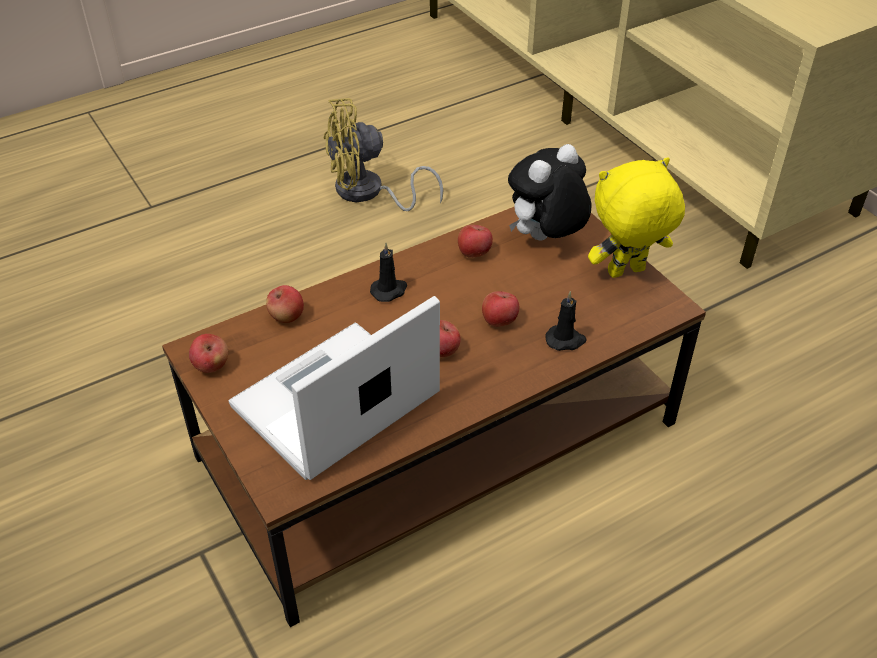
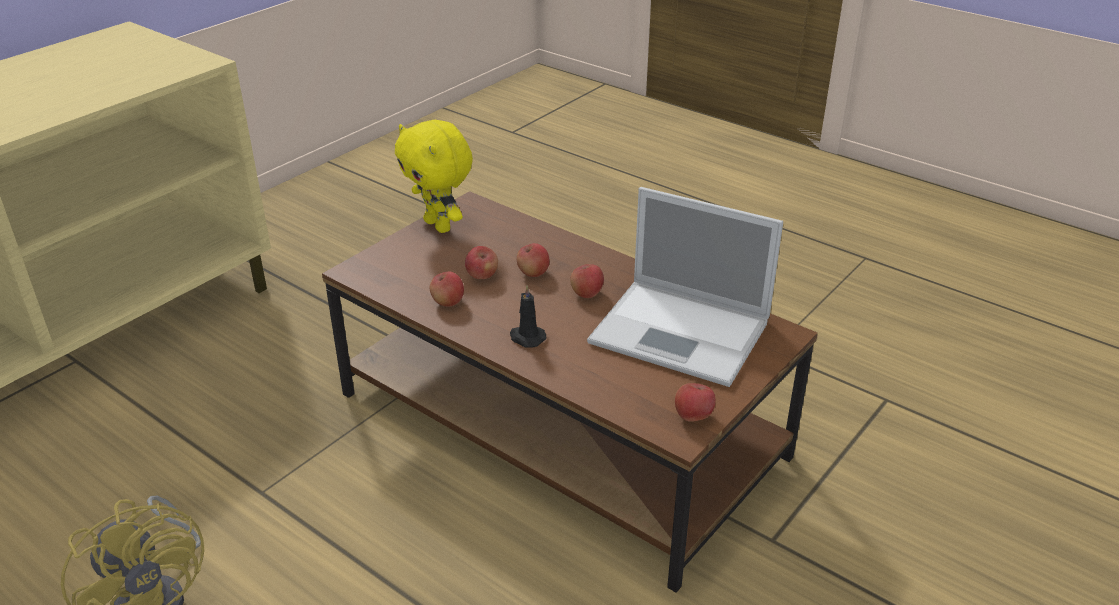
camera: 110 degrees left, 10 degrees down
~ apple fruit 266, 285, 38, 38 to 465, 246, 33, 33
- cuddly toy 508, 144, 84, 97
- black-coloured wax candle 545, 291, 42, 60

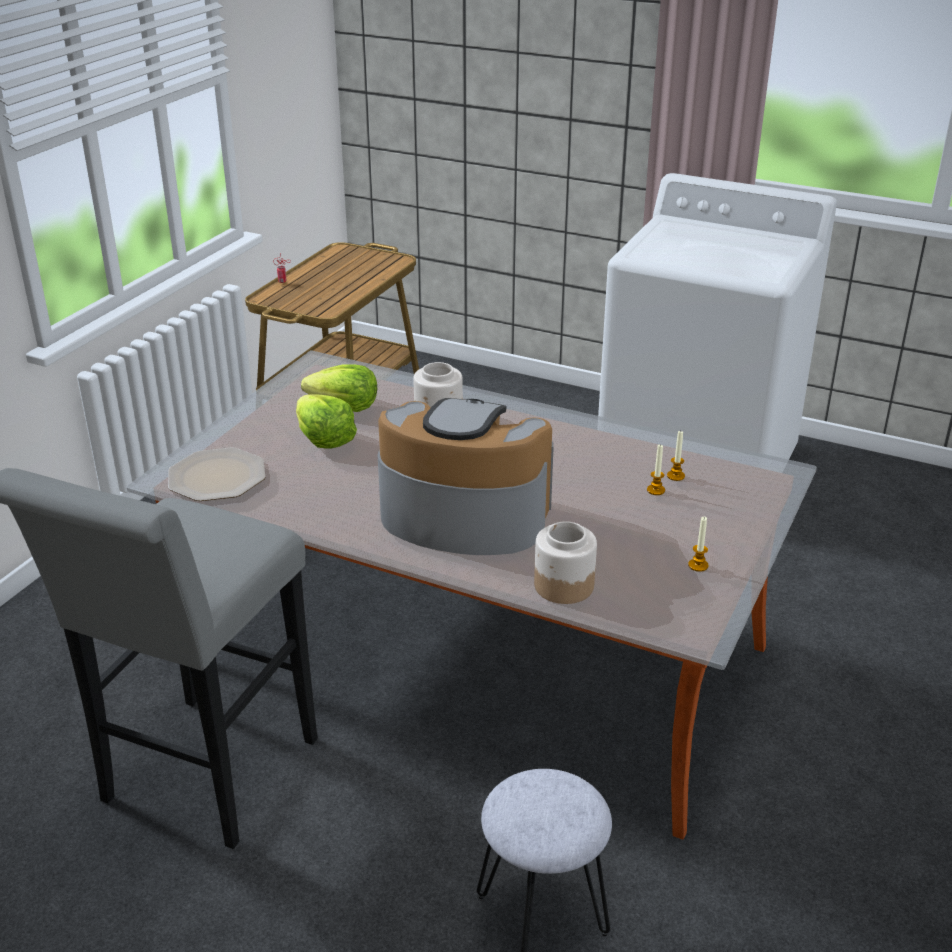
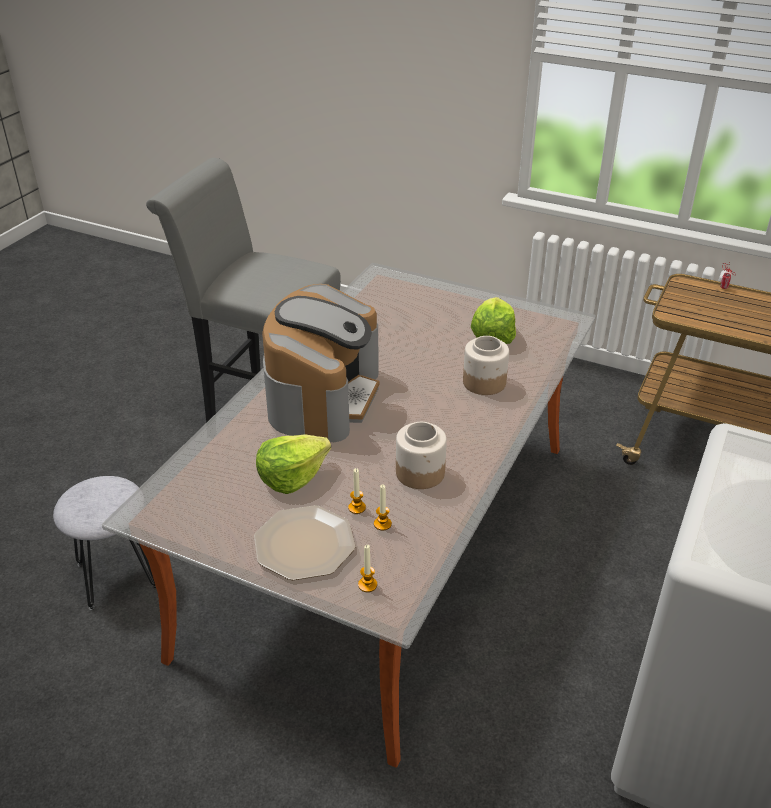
camera: 90 degrees right, 5 degrees up
~ plate 168, 447, 97, 54 to 254, 505, 101, 75
~ lettuce head 296, 394, 61, 54 to 256, 434, 75, 60
~ storage jar 534, 521, 63, 83 to 396, 422, 51, 67
~ wax candle 688, 516, 21, 56 to 358, 545, 19, 47

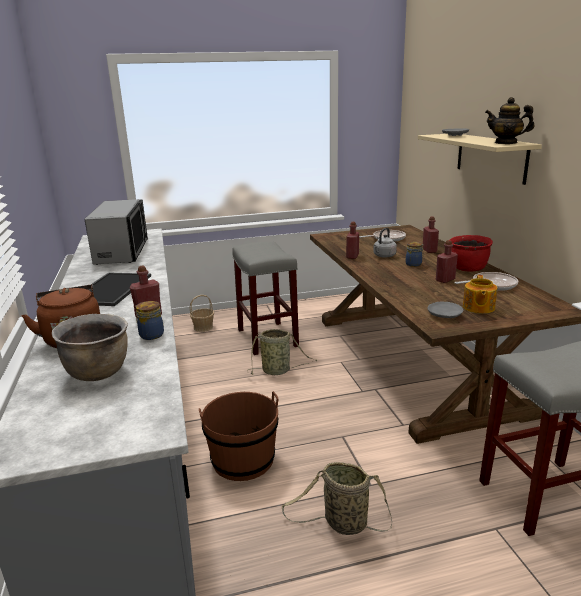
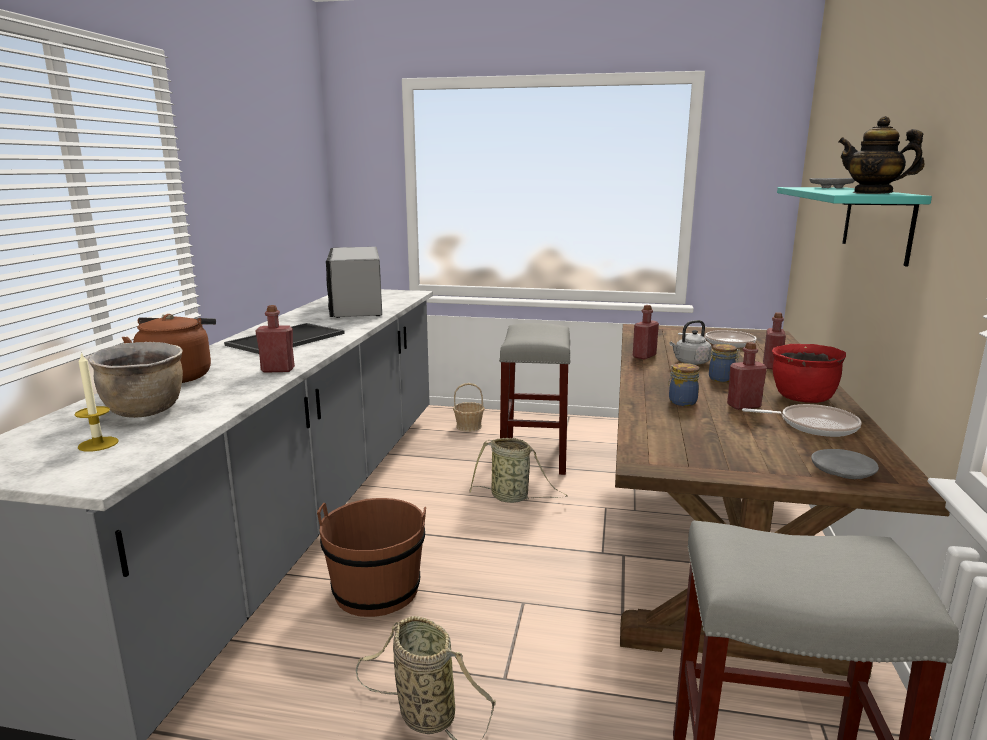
camera: 25 degrees right, 5 degrees down
~ kitchen microwave 85, 199, 63, 66 = 326, 247, 56, 71 150 degrees clockwise
~ storage jar 135, 301, 29, 39 to 668, 363, 31, 43
~ sand-coloured shelf 418, 134, 124, 51 to turquoise-coloured shelf 777, 187, 155, 79
~ grey plate 427, 302, 36, 16 to 811, 449, 68, 30
- pot for tea 463, 275, 34, 39
+ wax candle 74, 352, 45, 100

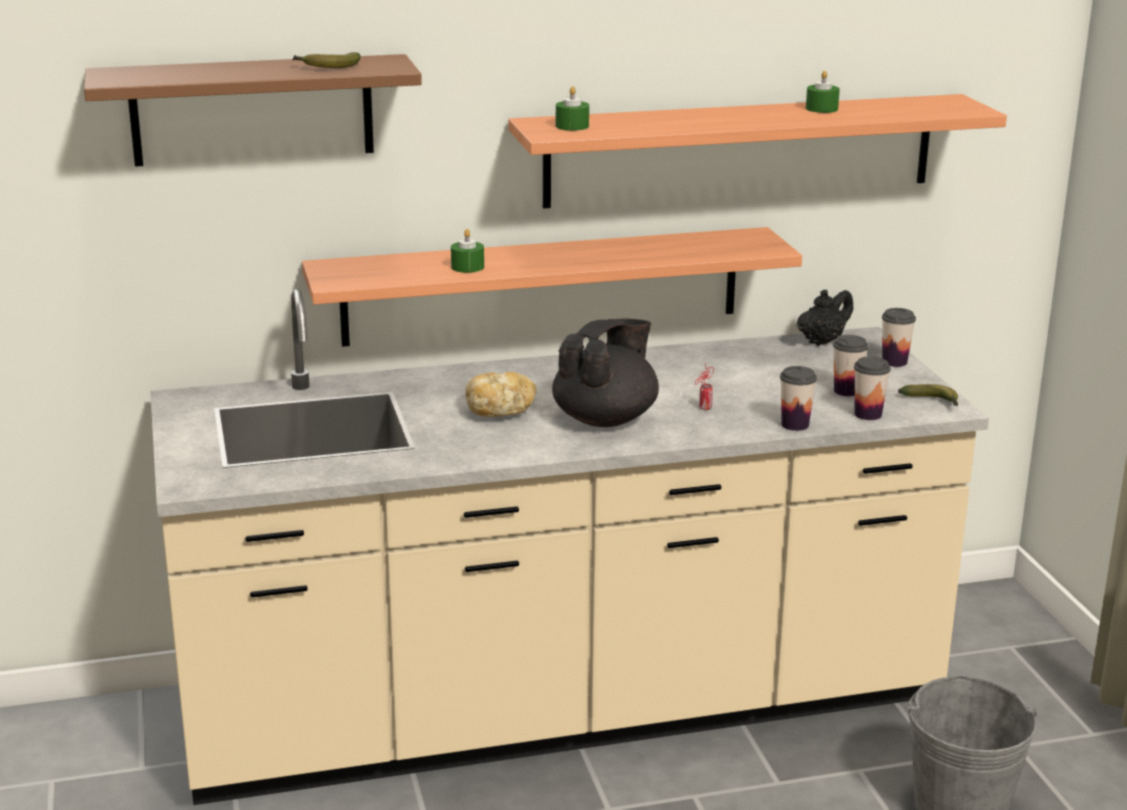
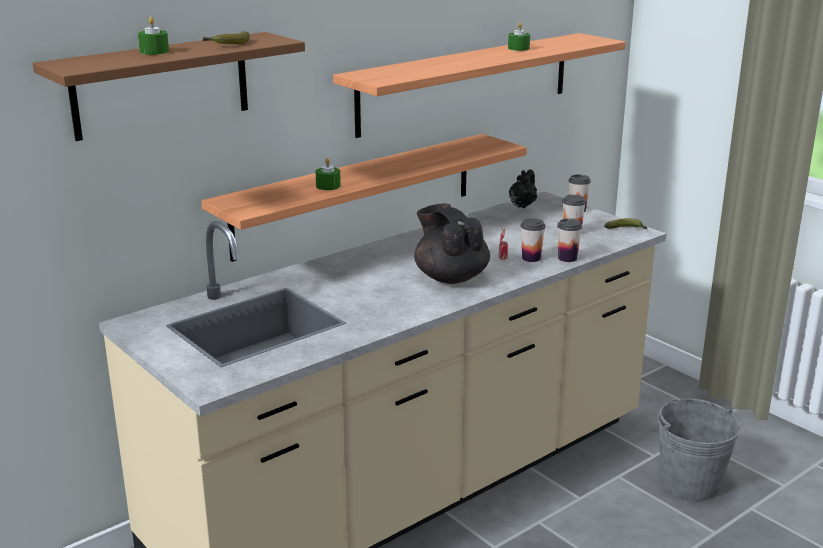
camera: 25 degrees left, 0 degrees up
- baked bread 465, 372, 72, 45
~ black-coloured pot for tea 552, 319, 107, 108 = 414, 203, 76, 81 45 degrees counterclockwise
~ greenish wax candle 556, 86, 33, 45 to 138, 17, 31, 38
~ cup 854, 356, 37, 64 to 521, 218, 25, 44

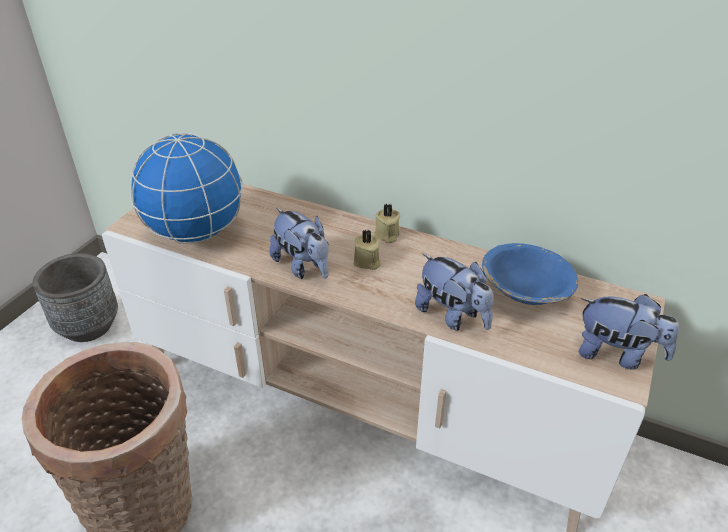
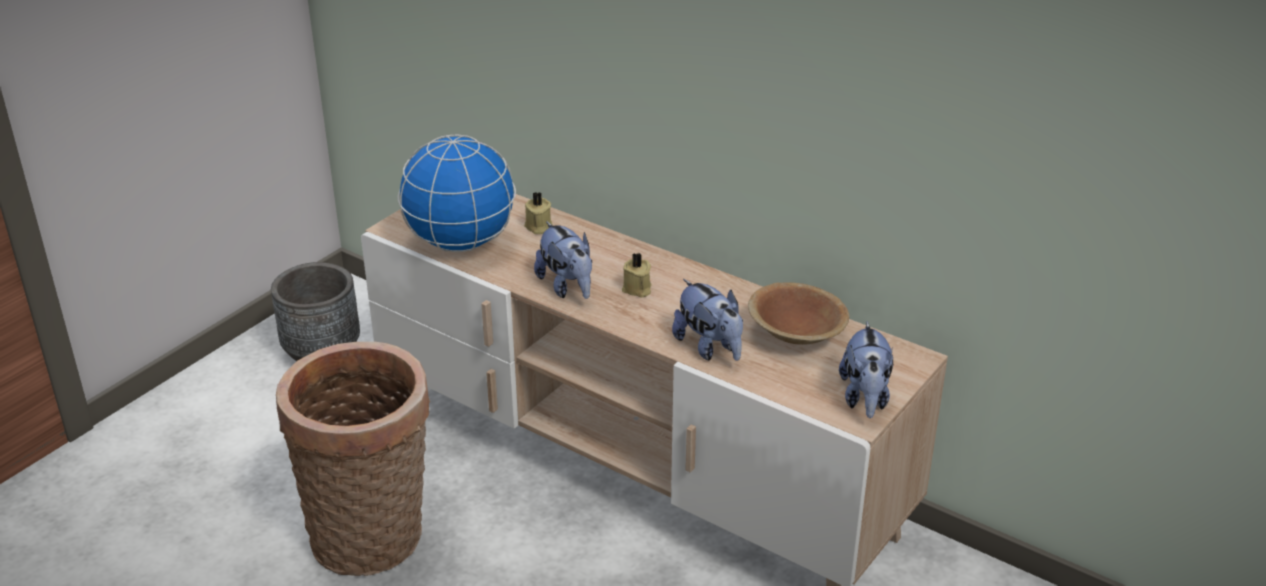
camera: 10 degrees right, 5 degrees down
~ sand-coloured wax candle 374, 204, 27, 39 to 524, 192, 29, 42
~ blue deep dish 482, 243, 96, 62 to brownish deep dish 748, 282, 101, 63
~ cuddly toy 579, 294, 100, 76 = 839, 321, 54, 97 60 degrees clockwise

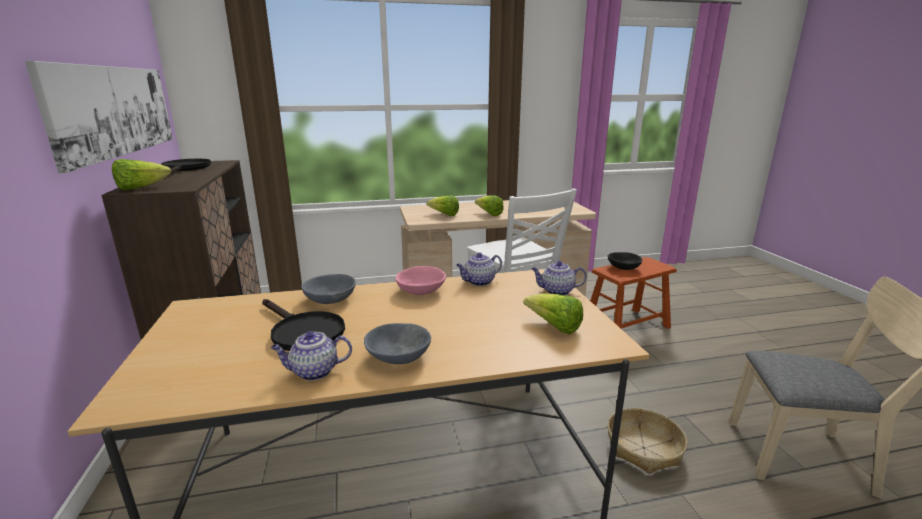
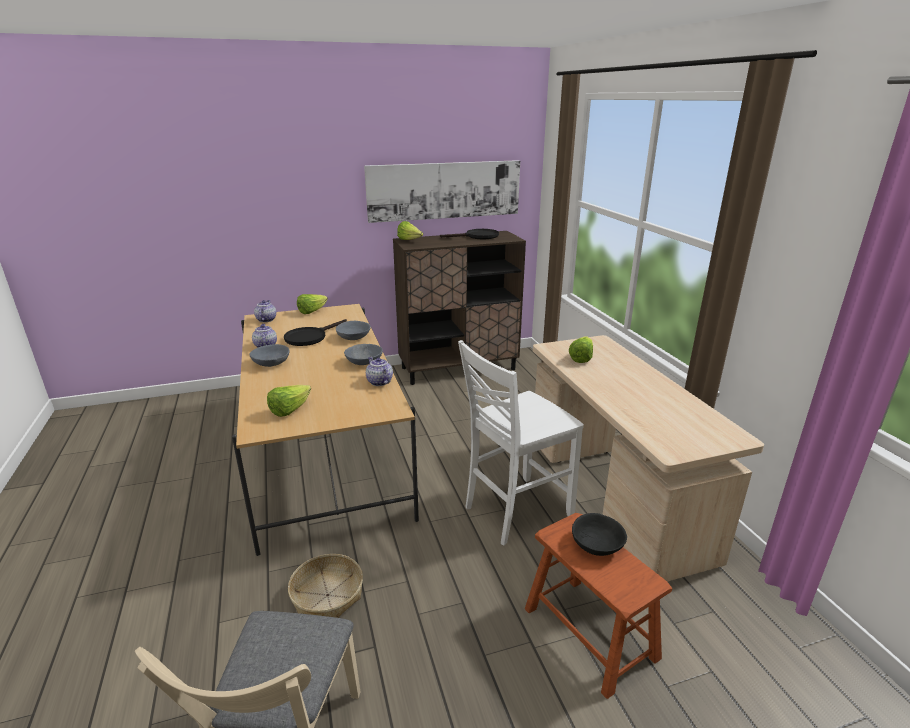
camera: 85 degrees right, 5 degrees up
~ pinkish deep dish 396, 266, 50, 29 to grey deep dish 344, 344, 39, 21
~ lettuce head 475, 195, 29, 21 to 297, 294, 31, 20
~ pot for tea 532, 261, 55, 34 to 254, 300, 22, 22

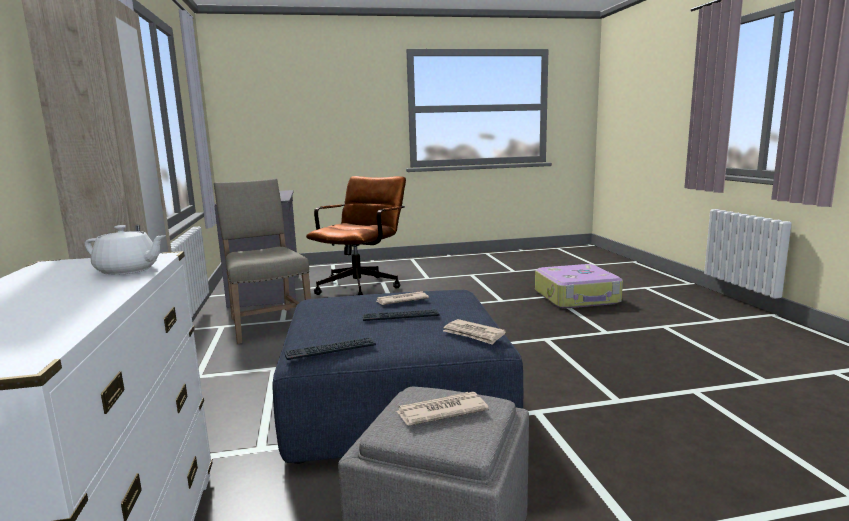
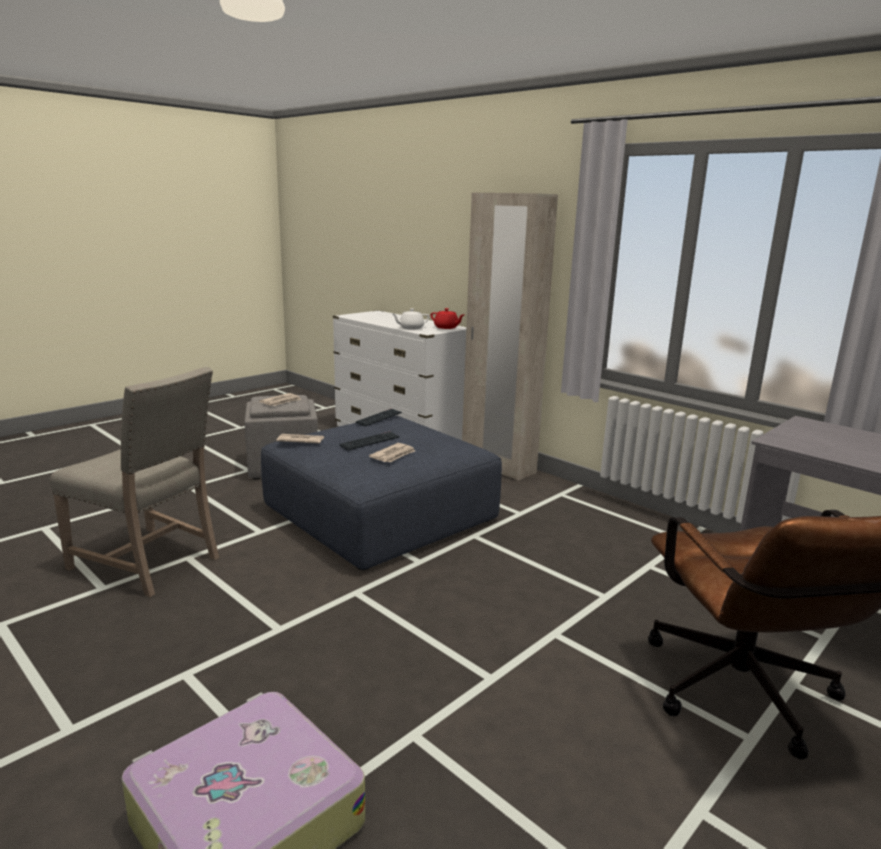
camera: 145 degrees right, 5 degrees up
~ sand-coloured upright chair 214, 179, 97, 165 to 50, 367, 169, 230
+ red pot for tea 431, 308, 33, 21

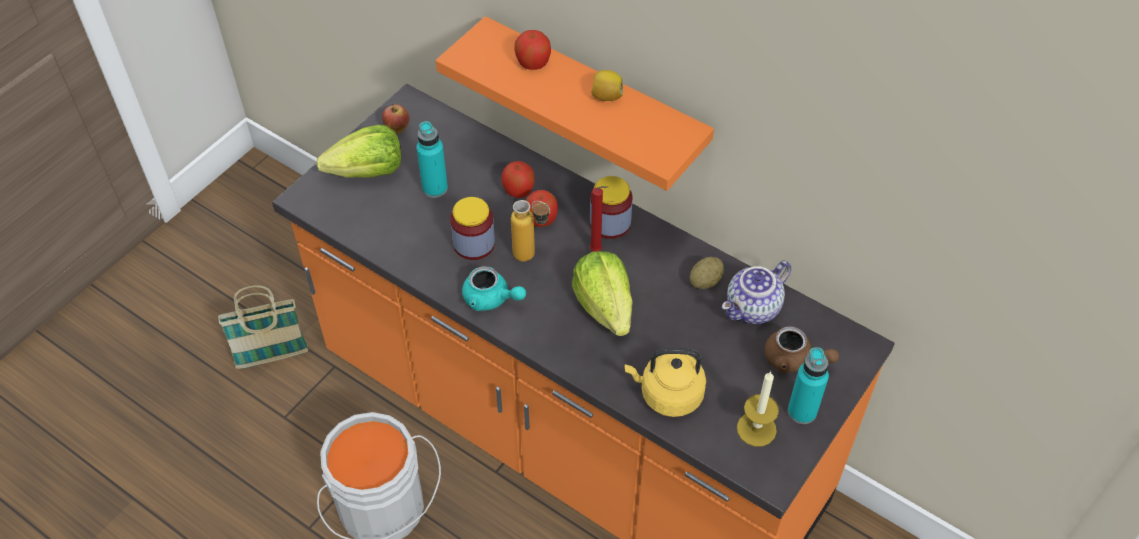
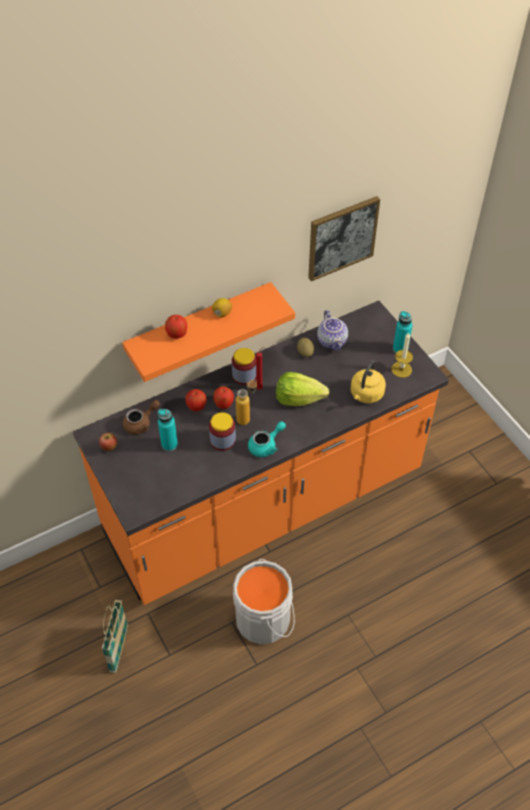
camera: 65 degrees left, 0 degrees up
- lettuce head 316, 125, 85, 53
~ brownish pot for tea 764, 326, 75, 47 to 123, 400, 37, 35
+ picture 308, 196, 72, 85

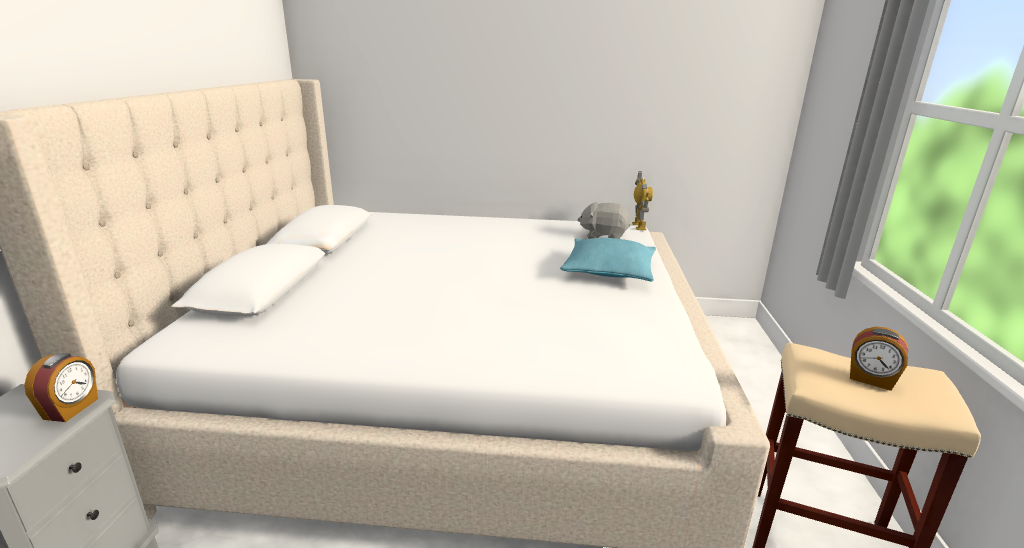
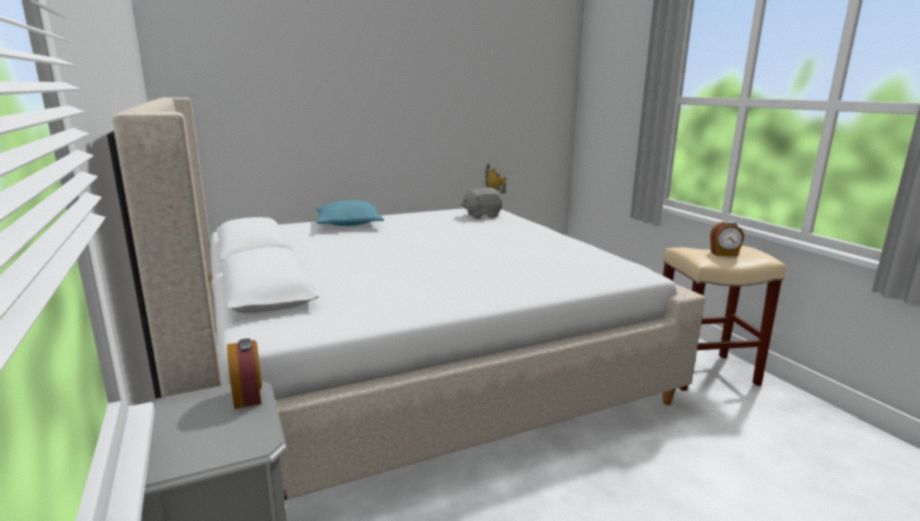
camera: 30 degrees left, 5 degrees down
~ turquoise-coloured pillow 560, 238, 96, 44 to 315, 200, 69, 26

